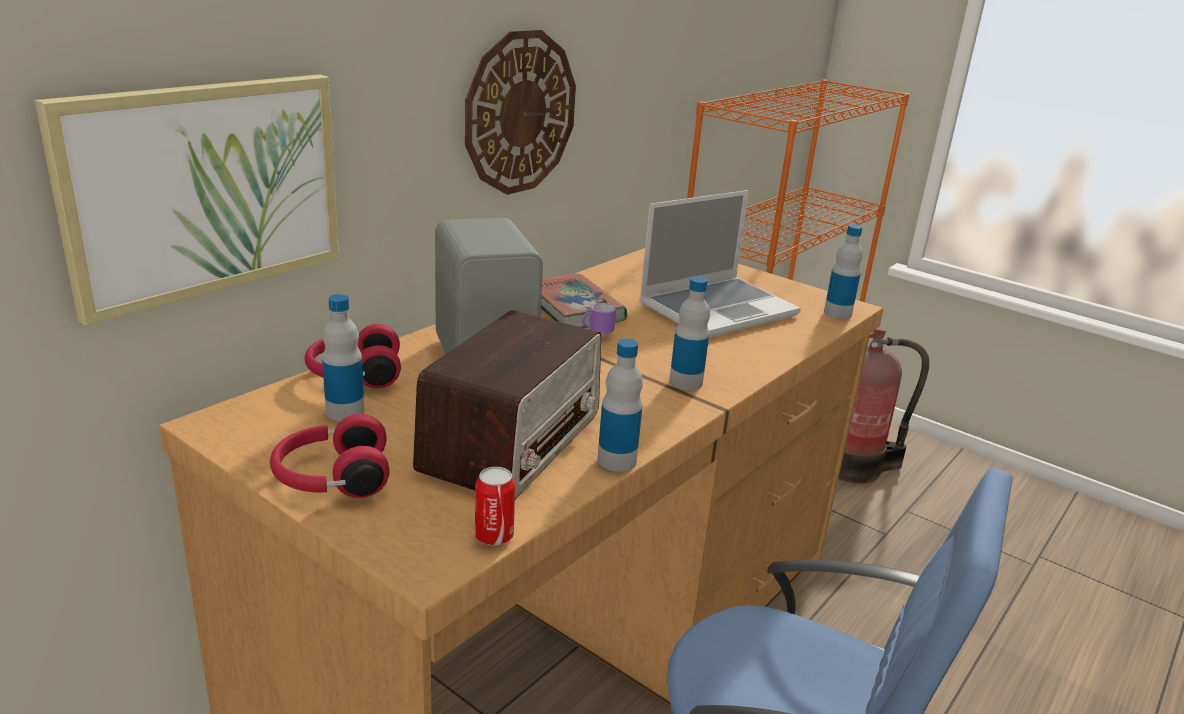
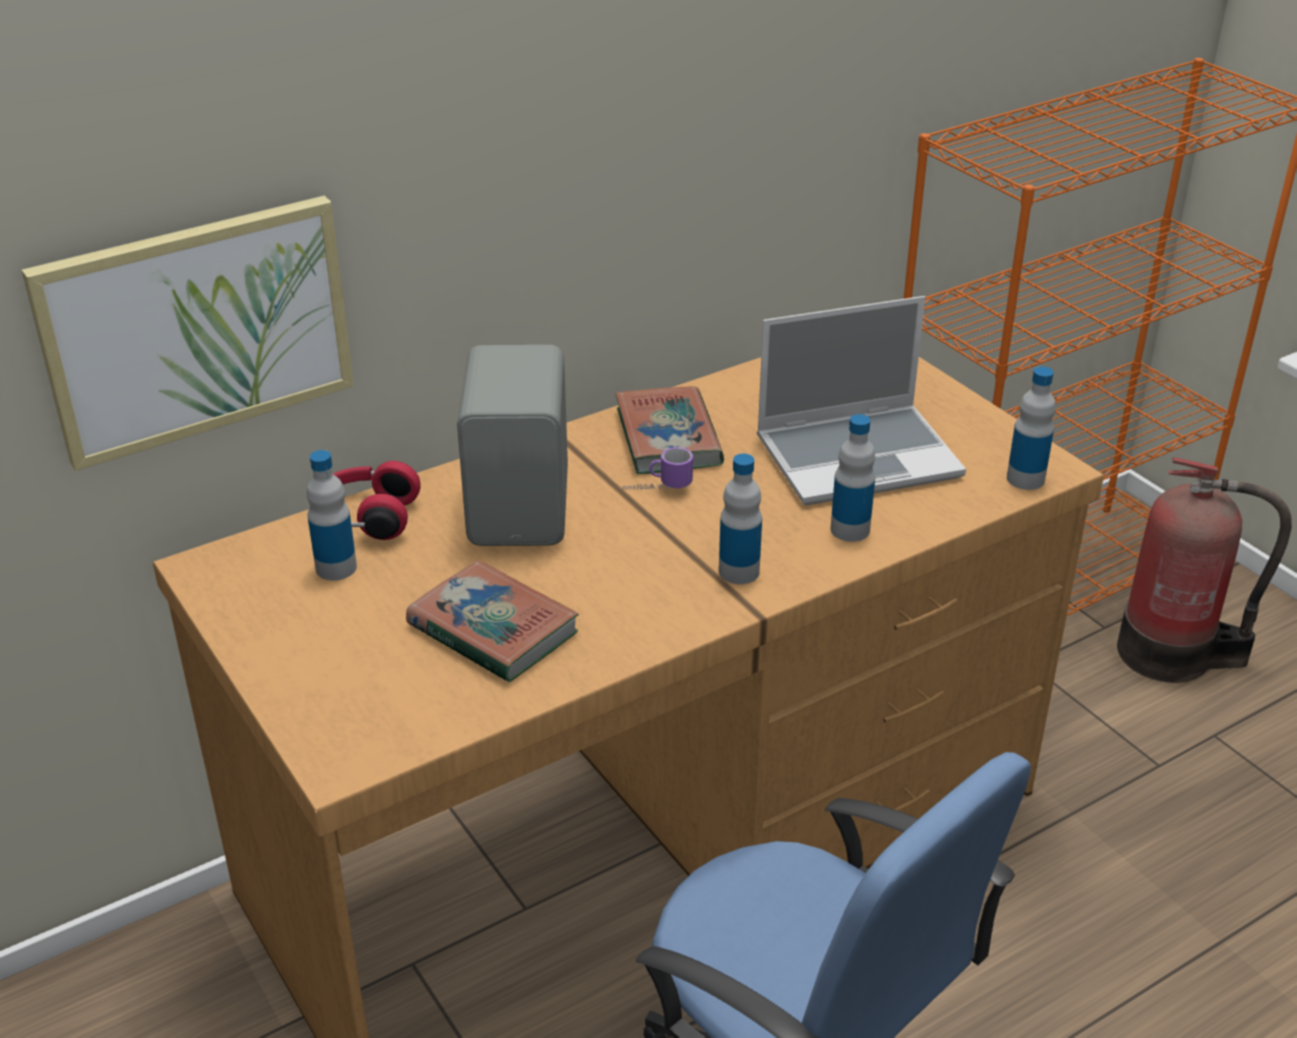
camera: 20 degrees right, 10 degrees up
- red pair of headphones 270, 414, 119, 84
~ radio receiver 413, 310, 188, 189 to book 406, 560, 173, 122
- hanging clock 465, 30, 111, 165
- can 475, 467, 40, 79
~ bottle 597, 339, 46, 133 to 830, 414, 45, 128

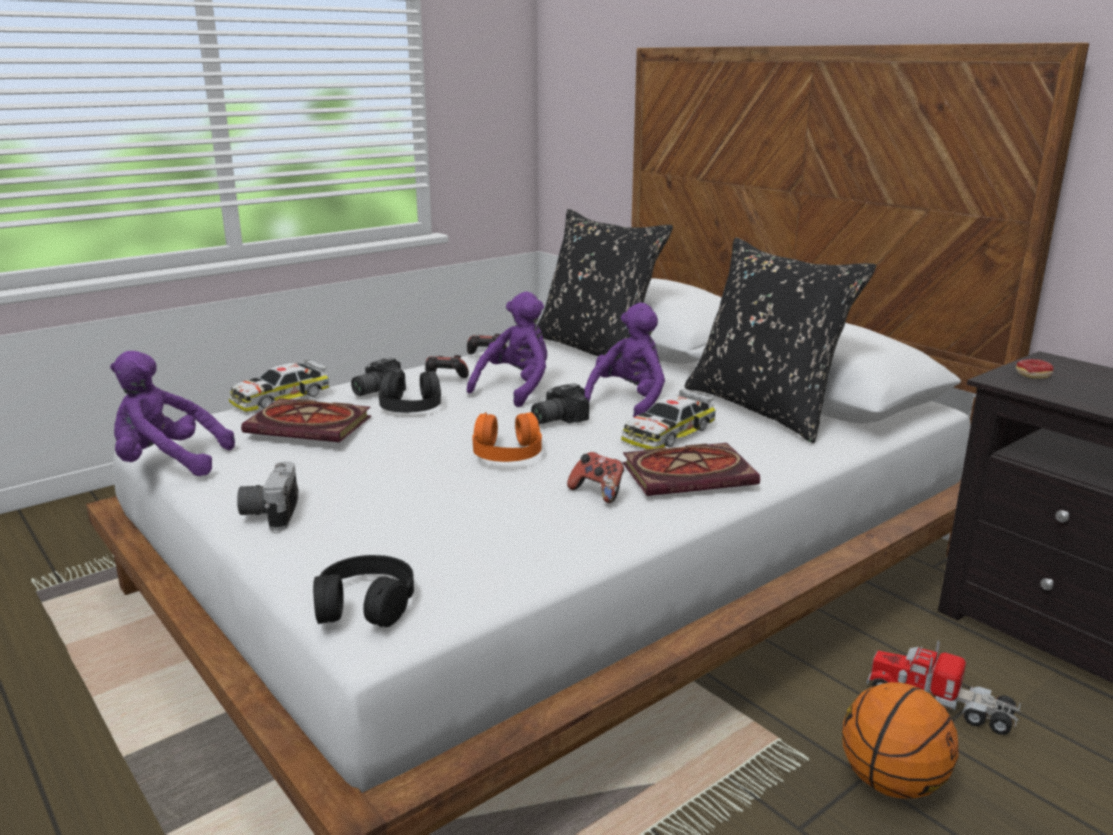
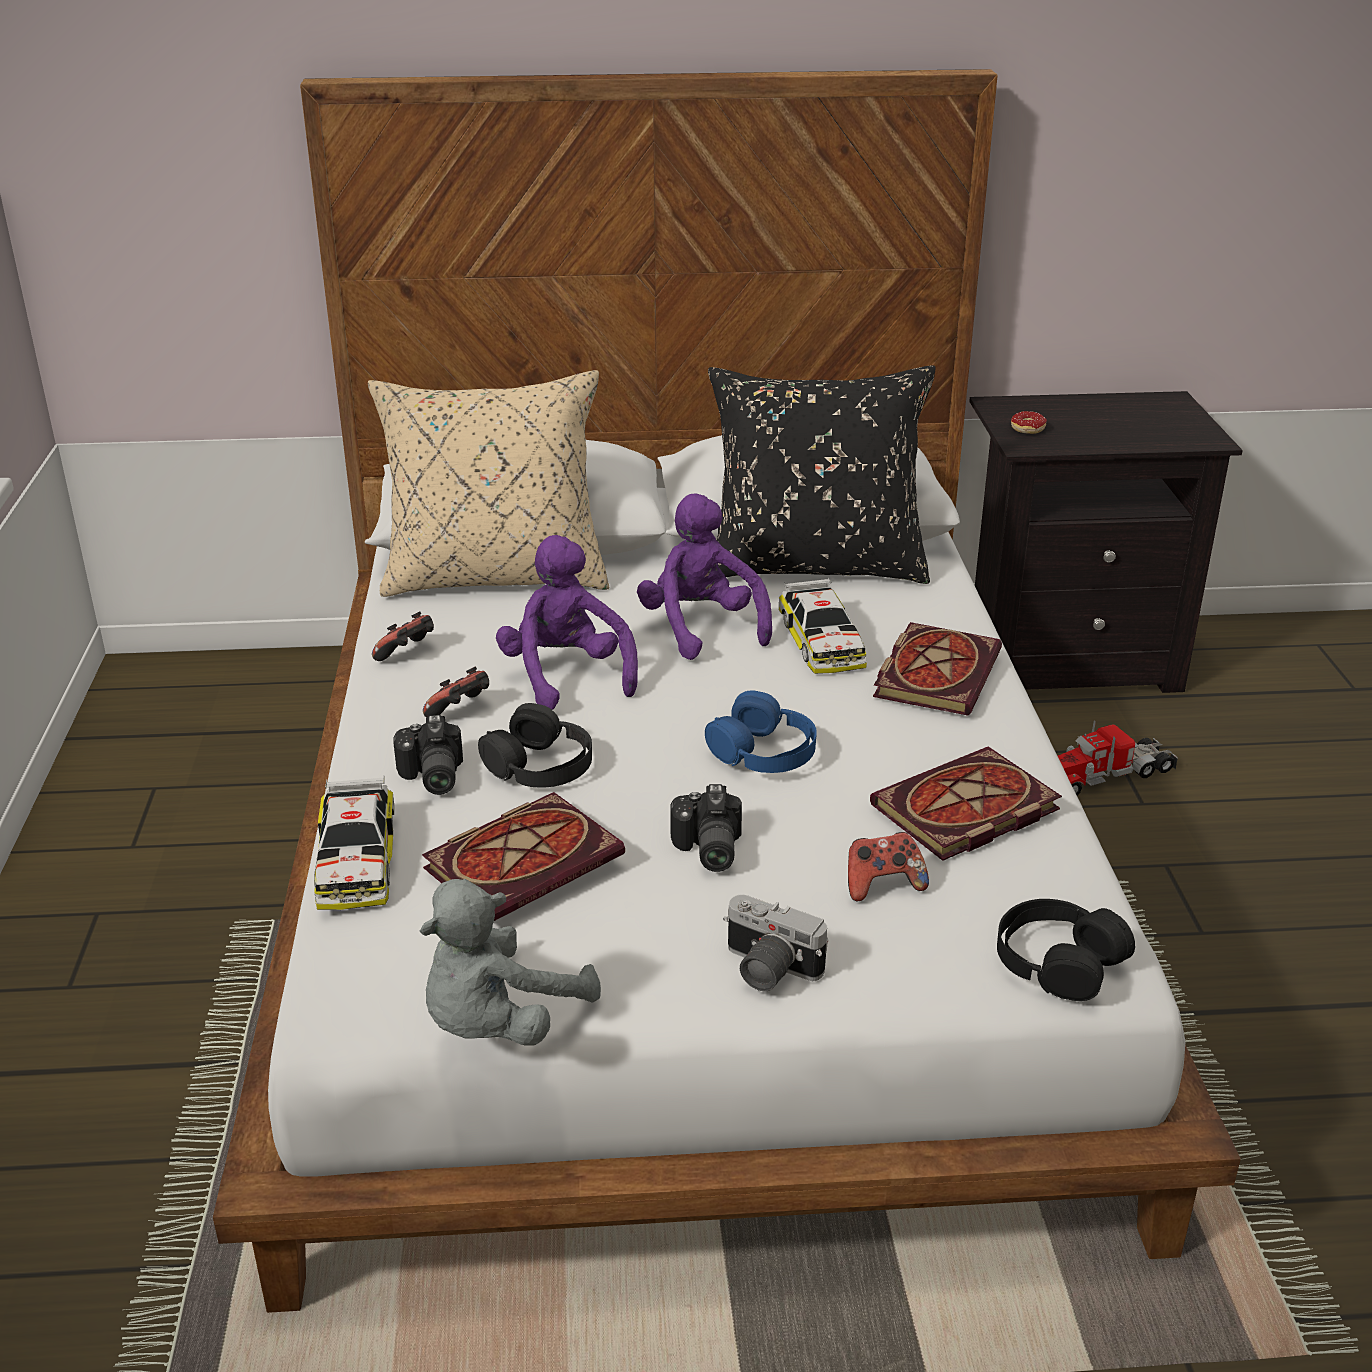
camera: 55 degrees left, 10 degrees up
~ purple cuddly toy 110, 351, 125, 125 to grey cuddly toy 420, 879, 181, 167
~ orangey pair of headphones 472, 412, 70, 50 to blue pair of headphones 705, 690, 112, 83
~ still camera 531, 383, 58, 41 to 670, 784, 72, 88
~ black-coloured pillow 537, 209, 136, 153 to sand-coloured pillow 368, 370, 241, 227
~ gamepad 567, 452, 57, 51 to 848, 832, 81, 69
- ball for basketball 842, 682, 116, 116
+ book 870, 746, 192, 115

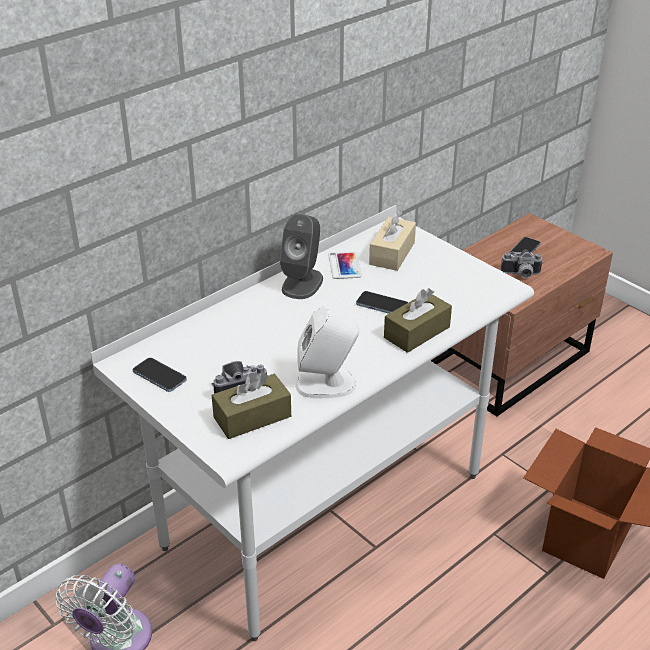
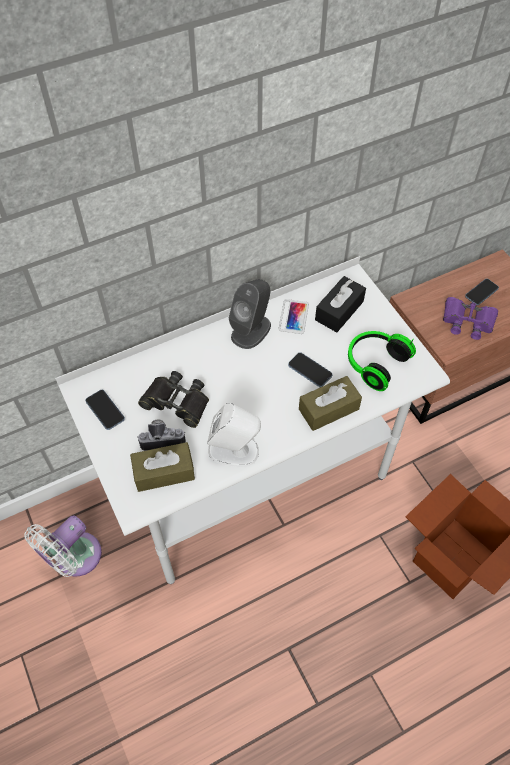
camera: 15 degrees right, 20 degrees up
~ sand-coloured tissue holder 369, 211, 47, 60 to black-coloured tissue holder 315, 276, 51, 56
~ still camera 501, 250, 42, 28 to purple pair of binoculars 443, 297, 55, 43
+ black-coloured pair of binoculars 138, 371, 71, 57
+ pair of headphones 348, 331, 68, 60

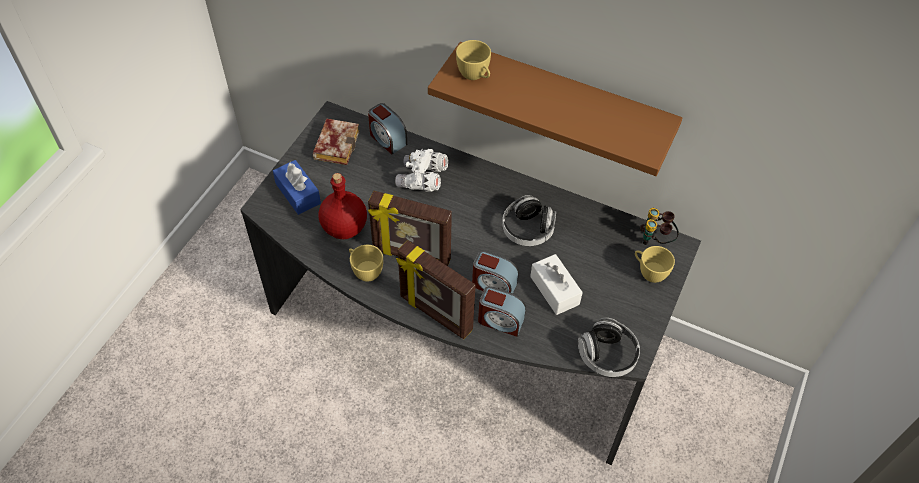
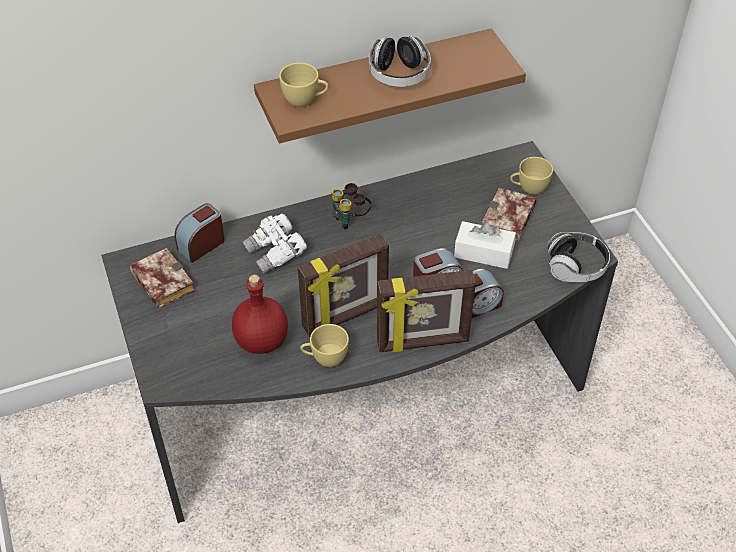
camera: 45 degrees left, 5 degrees down
- blue tissue holder 273, 160, 48, 55
~ bedside clock 368, 103, 39, 51 = 175, 203, 50, 60 135 degrees clockwise
~ pair of headphones 502, 195, 54, 51 to 369, 35, 62, 52
~ pair of binoculars 640, 208, 39, 37 to 332, 183, 40, 46
+ book 482, 187, 54, 55

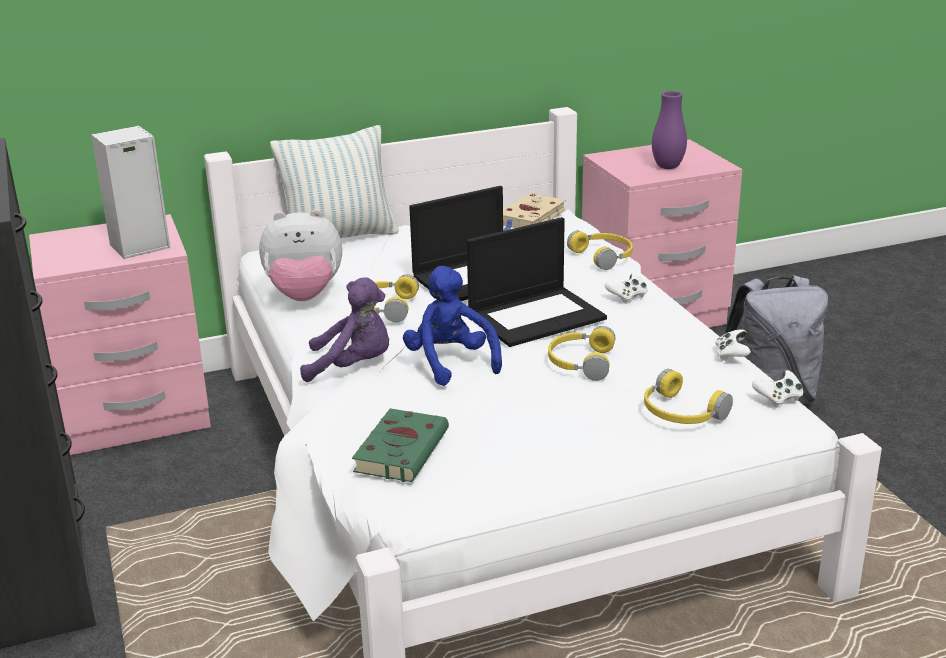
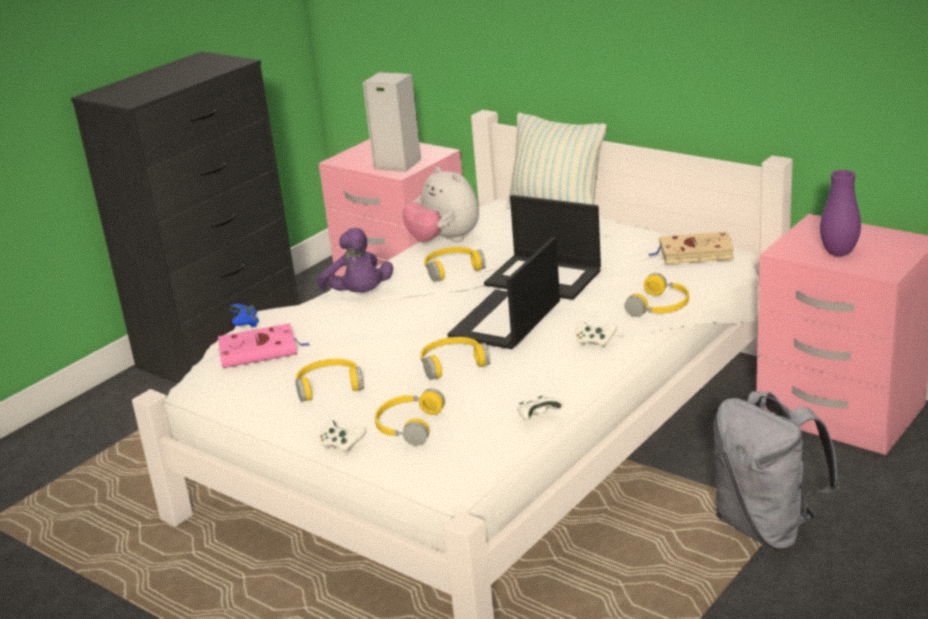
camera: 60 degrees right, 0 degrees up
~ greenish book 352, 408, 97, 74 to pinkish book 218, 323, 91, 45
- blue cuddly toy 403, 266, 99, 120
~ portable computer 467, 217, 140, 130 = 447, 237, 113, 112 90 degrees clockwise
~ white-coloured gamepad 752, 370, 52, 38 to 320, 419, 46, 35
+ blue gamepad 230, 304, 29, 24
+ yellow-coloured pair of headphones 295, 359, 69, 43

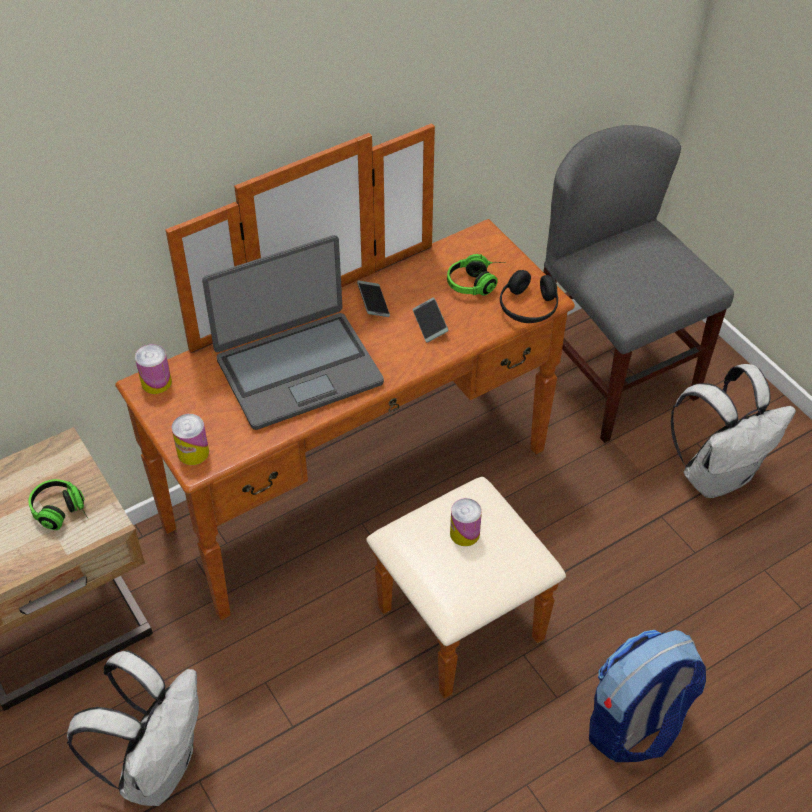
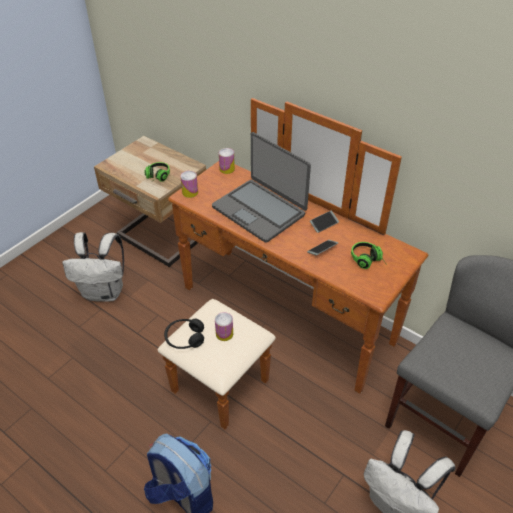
camera: 70 degrees right, 5 degrees down
~ black-coloured pair of headphones 500, 270, 58, 53 to 164, 319, 40, 30

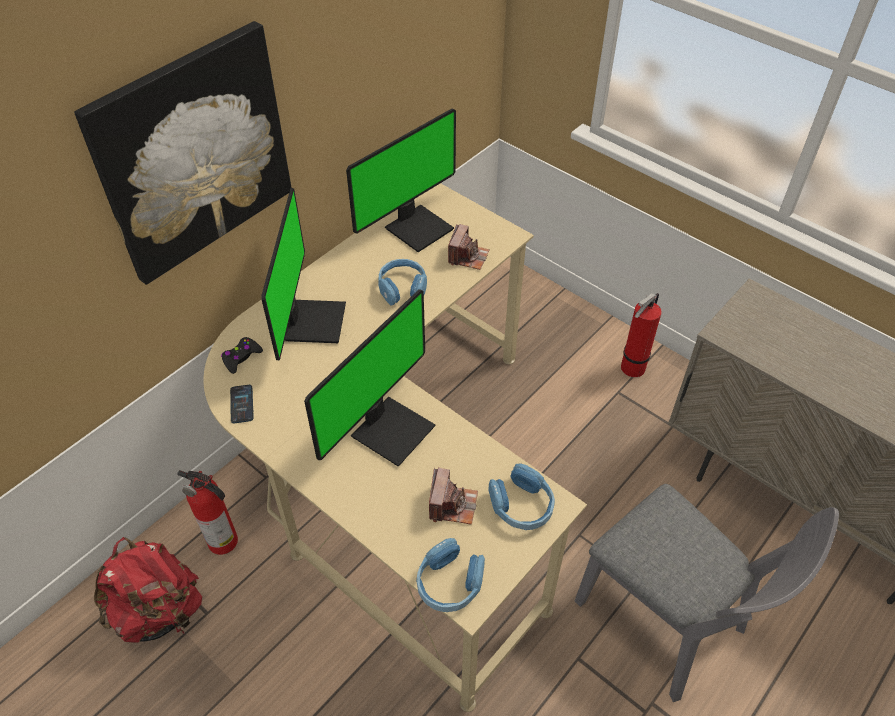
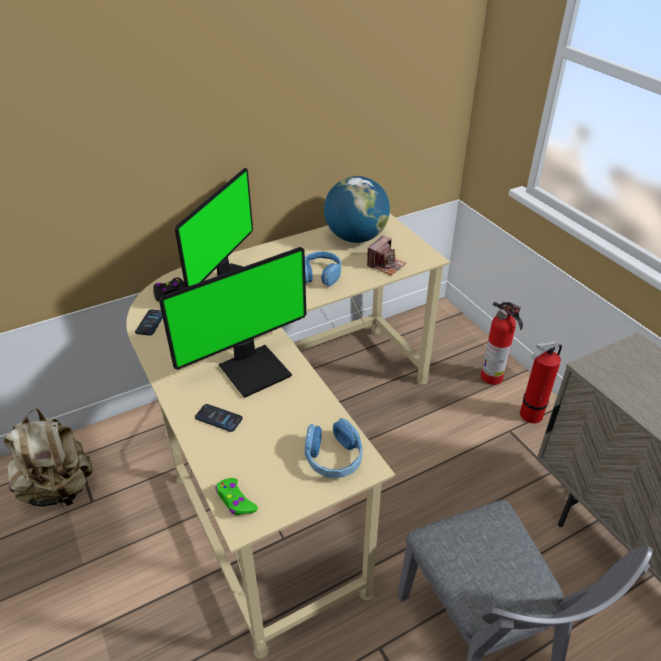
camera: 20 degrees right, 10 degrees down
- picture 74, 21, 218, 264
~ red rucksack 94, 537, 108, 106 to sand-coloured rucksack 4, 408, 89, 102
~ fire-fighting cylinder 177, 470, 61, 85 to 481, 302, 42, 83
~ monitor 346, 108, 110, 144 to desk globe 324, 176, 66, 67
~ blue pair of headphones 416, 538, 69, 74 to greenish gamepad 216, 478, 42, 37
- still camera 429, 468, 49, 57
+ telephone 195, 404, 48, 28

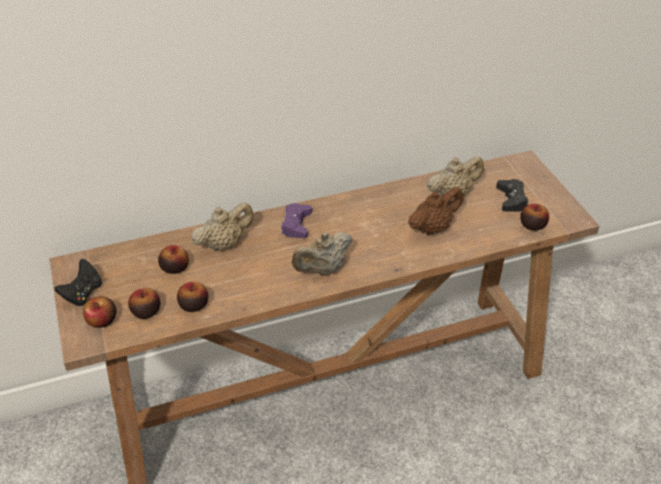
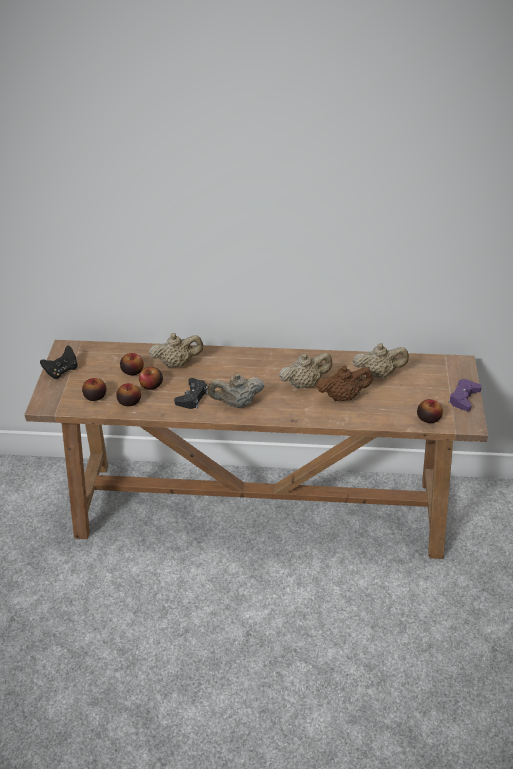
camera: 25 degrees right, 0 degrees up
~ apple fruit 83, 296, 34, 32 to 139, 367, 24, 23
~ purple gamepad 281, 203, 31, 35 to 448, 379, 34, 32
~ black-coloured gamepad 496, 179, 32, 32 to 174, 378, 34, 31
+ sand-coloured pot for tea 279, 353, 53, 36

